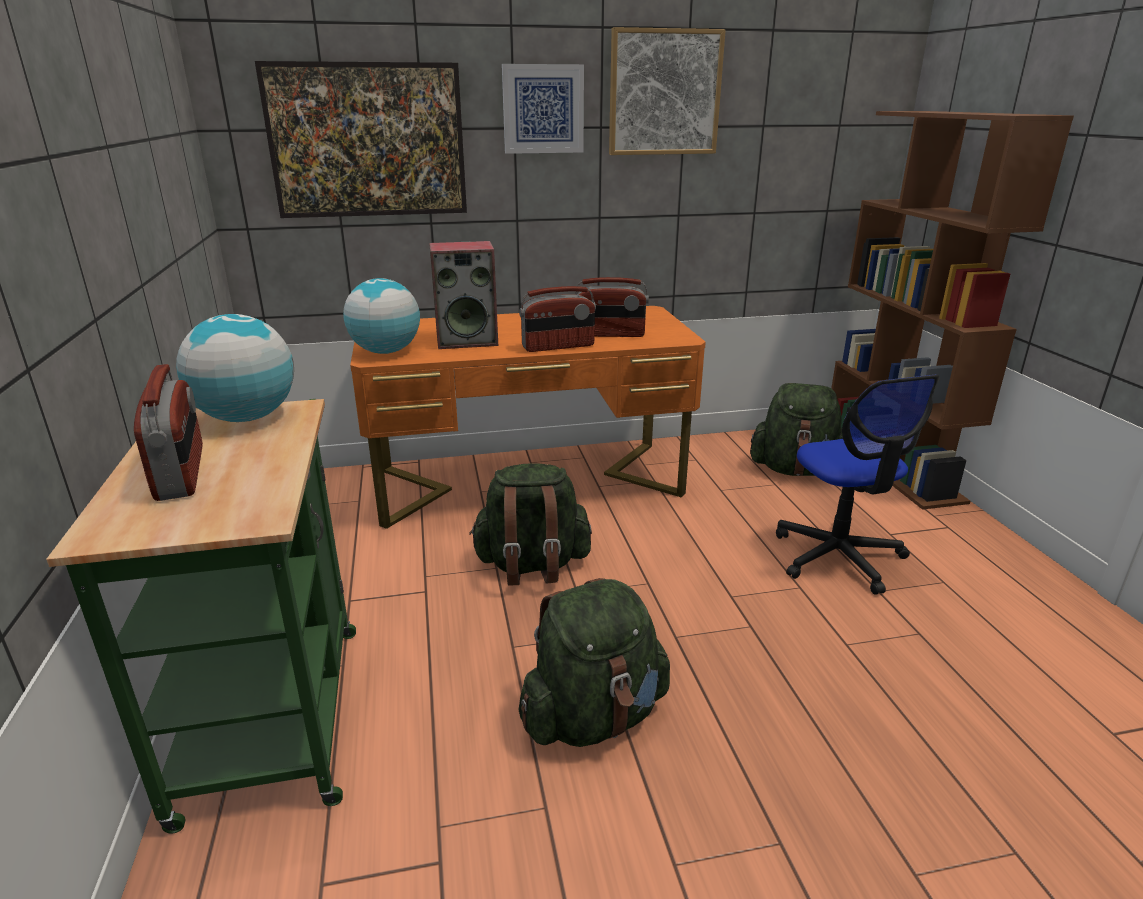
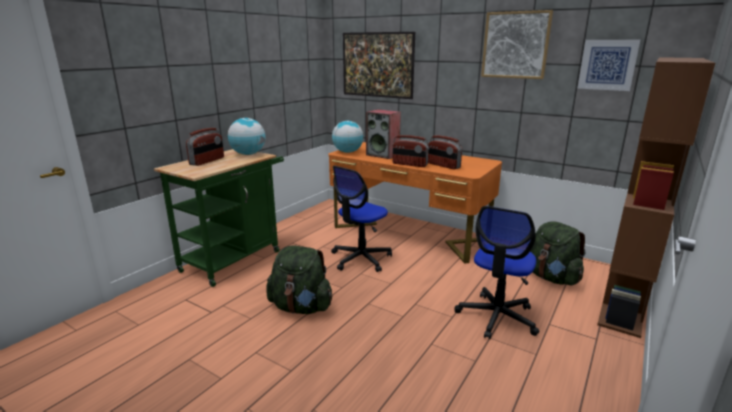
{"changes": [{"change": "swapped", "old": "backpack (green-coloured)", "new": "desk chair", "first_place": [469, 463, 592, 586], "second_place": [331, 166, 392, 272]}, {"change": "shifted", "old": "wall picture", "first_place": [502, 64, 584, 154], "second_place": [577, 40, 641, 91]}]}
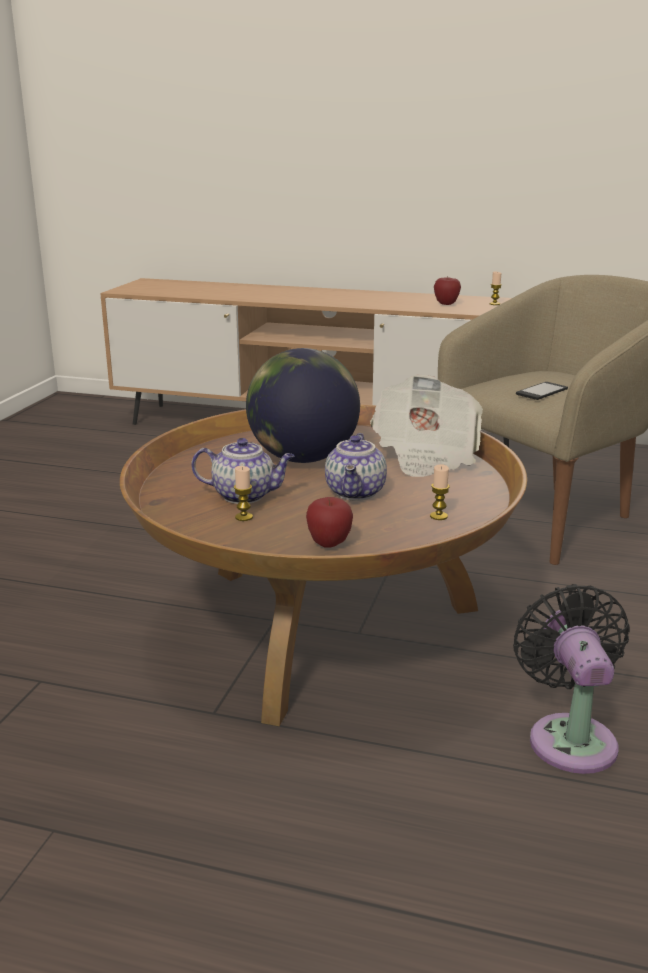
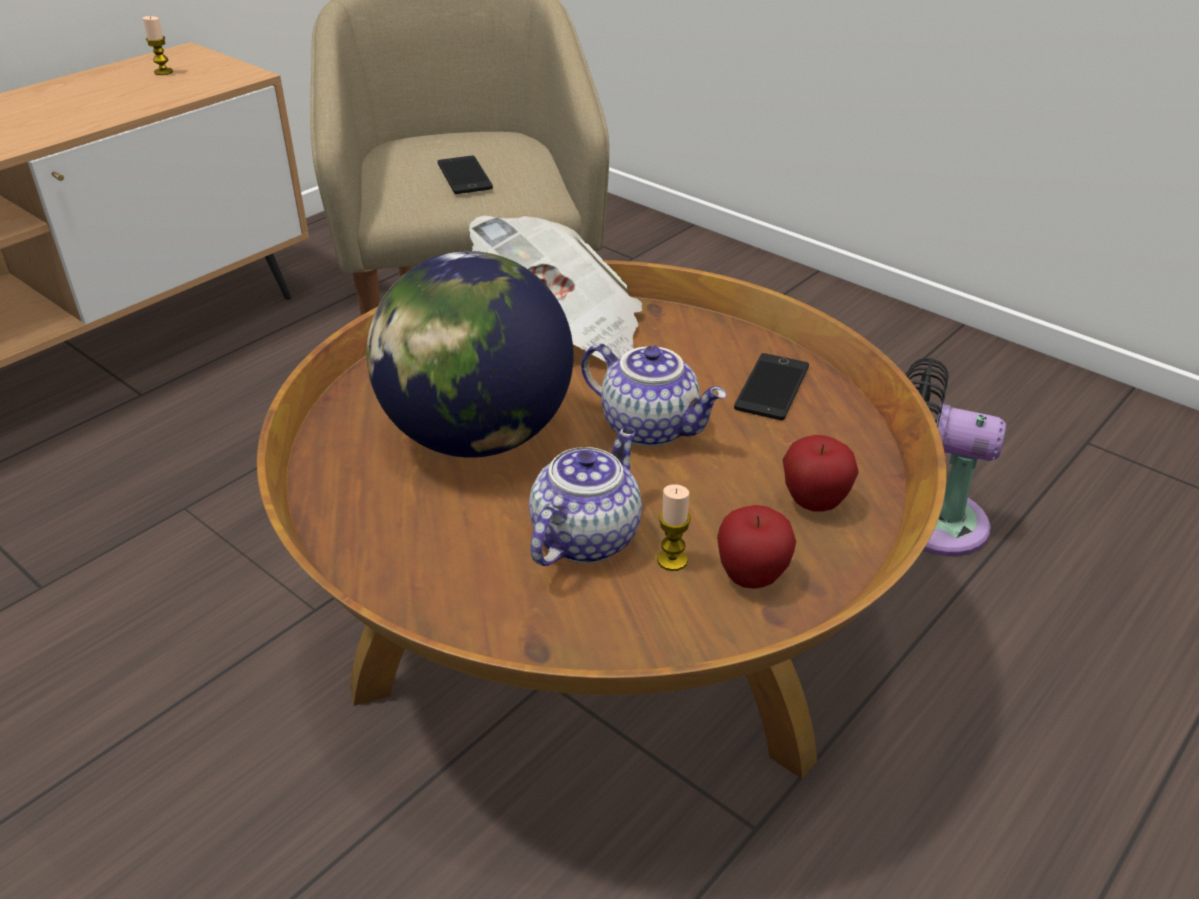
{"changes": [{"change": "shifted", "old": "apple fruit", "first_place": [434, 276, 461, 305], "second_place": [717, 505, 796, 589]}, {"change": "swapped", "old": "wax candle", "new": "handset", "first_place": [430, 464, 450, 520], "second_place": [734, 353, 809, 420]}]}
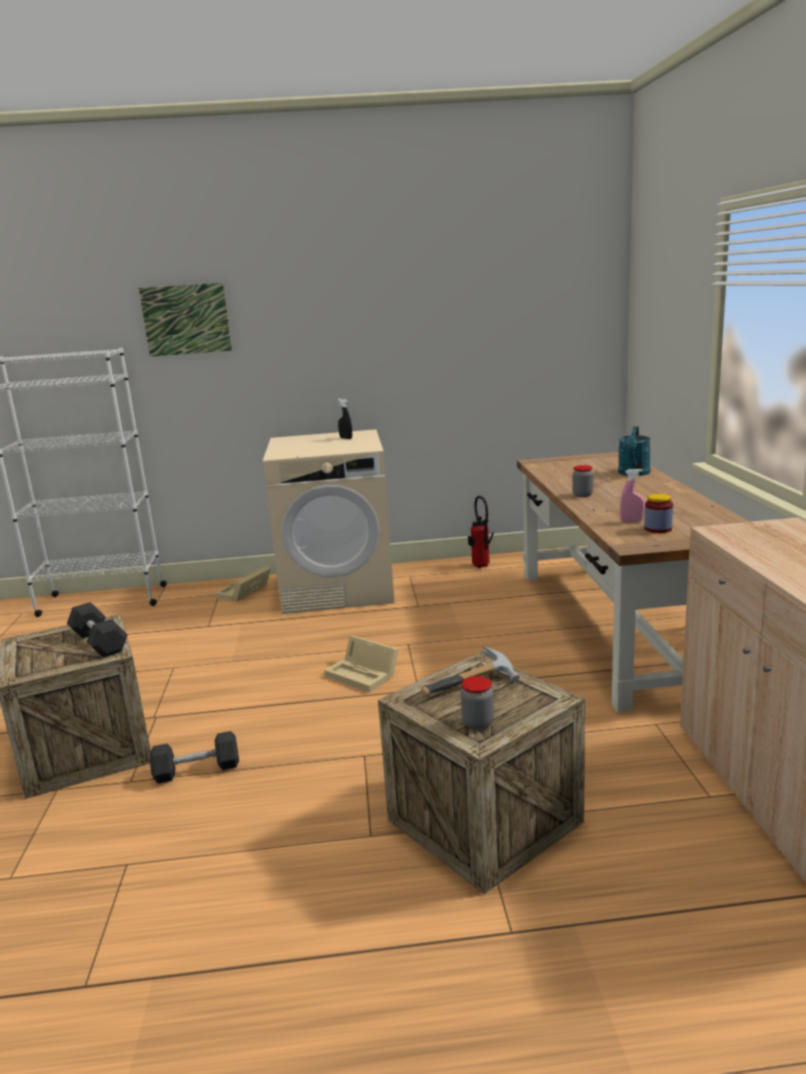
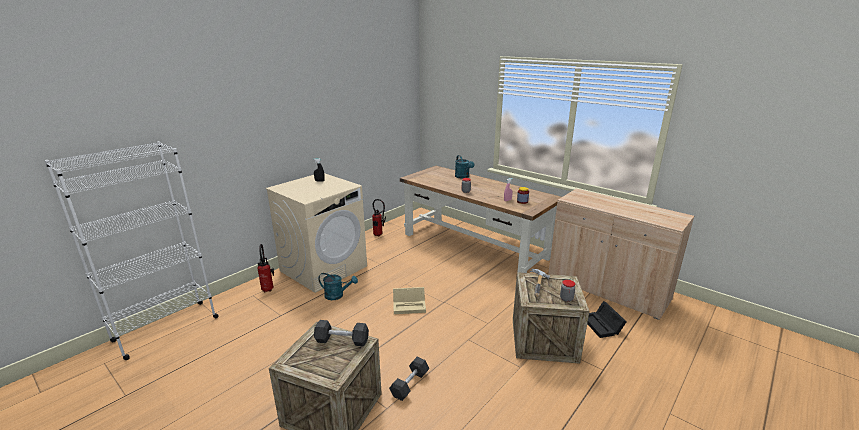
{"changes": [{"change": "swapped", "old": "storage container (sand-coloured)", "new": "fire-fighting cylinder", "first_place": [215, 566, 271, 602], "second_place": [257, 244, 274, 292]}, {"change": "new", "new": "watering can (blue-green)", "second_place": [318, 273, 358, 300]}, {"change": "new", "new": "storage container (blackish)", "second_place": [587, 301, 626, 338]}, {"change": "gone", "old": "wall picture", "first_place": [139, 283, 232, 357]}]}
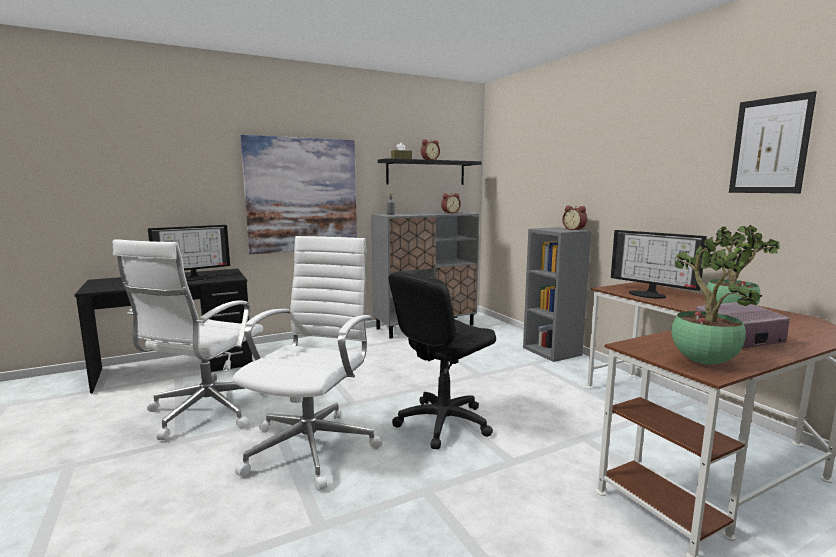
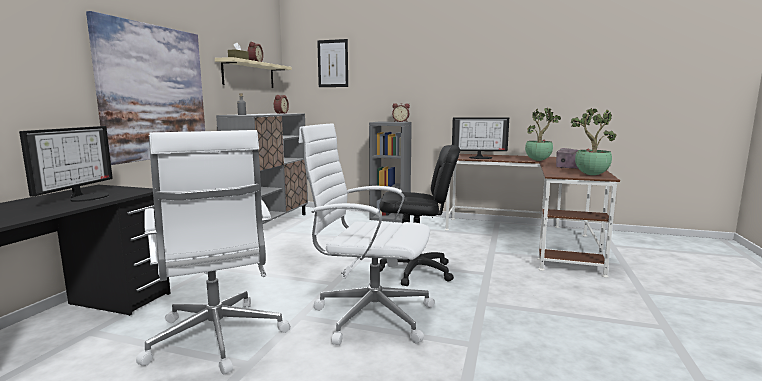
{"changes": [{"change": "repainted", "old": "bracket shelf (blackish)", "new": "bracket shelf (sand-coloured)", "first_place": [378, 158, 481, 185], "second_place": [215, 57, 292, 88]}, {"change": "rotated", "old": "desk chair (white-coloured)", "first_place": [233, 236, 382, 491], "second_place": [299, 123, 435, 345], "degrees": -45}, {"change": "shifted", "old": "wall picture", "first_place": [729, 91, 817, 193], "second_place": [317, 39, 348, 87]}, {"change": "rotated", "old": "desk chair (blackish)", "first_place": [388, 272, 496, 449], "second_place": [379, 145, 460, 286], "degrees": -90}]}
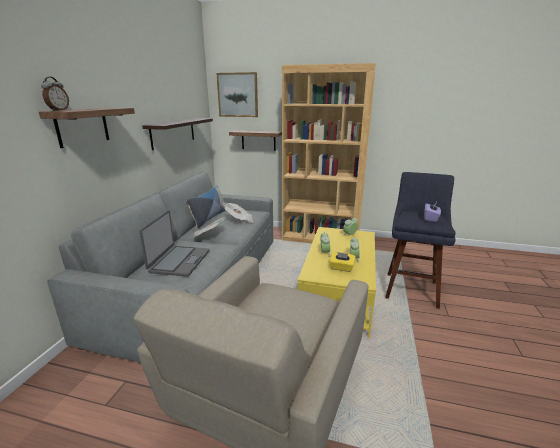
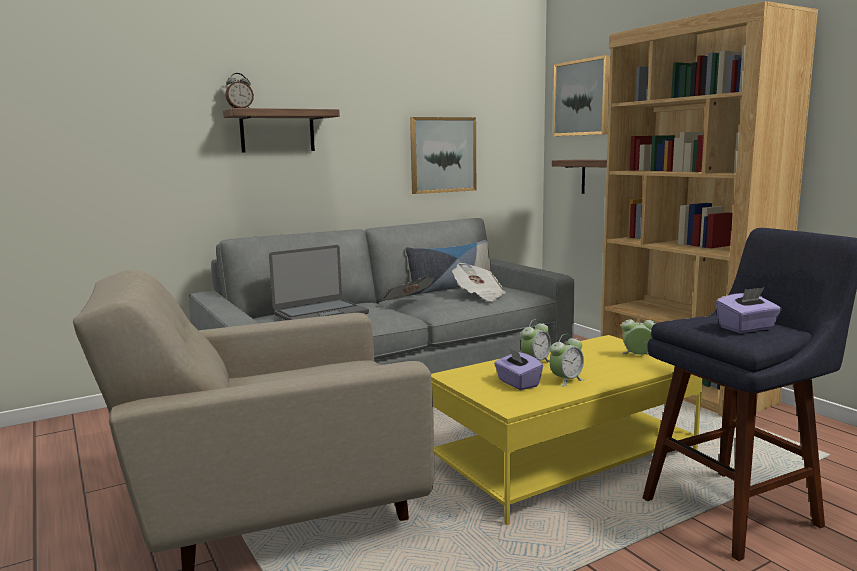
{"changes": [{"change": "swapped", "old": "bracket shelf", "new": "wall picture", "first_place": [142, 118, 213, 150], "second_place": [410, 117, 476, 194]}, {"change": "repainted", "old": "box of tissues (yellow)", "new": "box of tissues (purple-coloured)", "first_place": [330, 252, 356, 272], "second_place": [494, 347, 543, 390]}]}
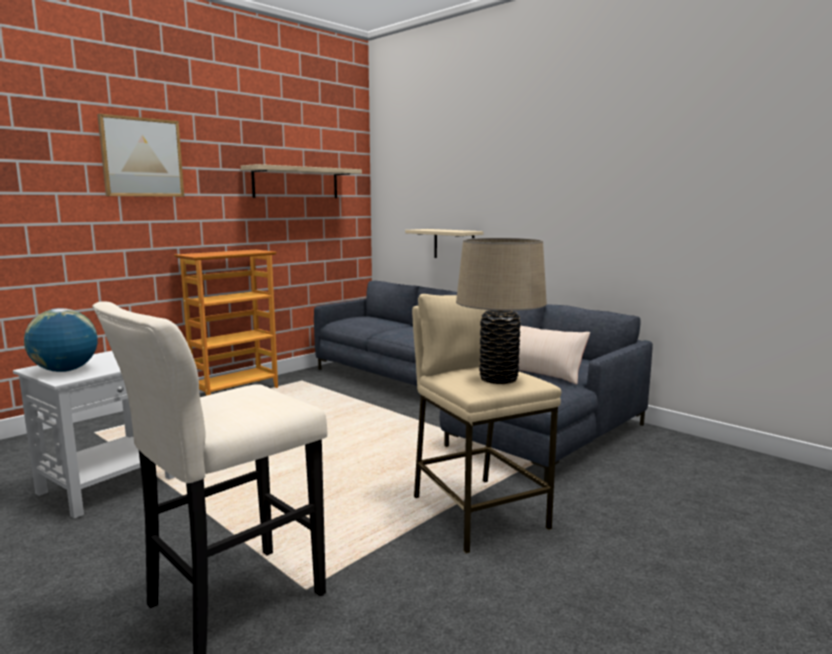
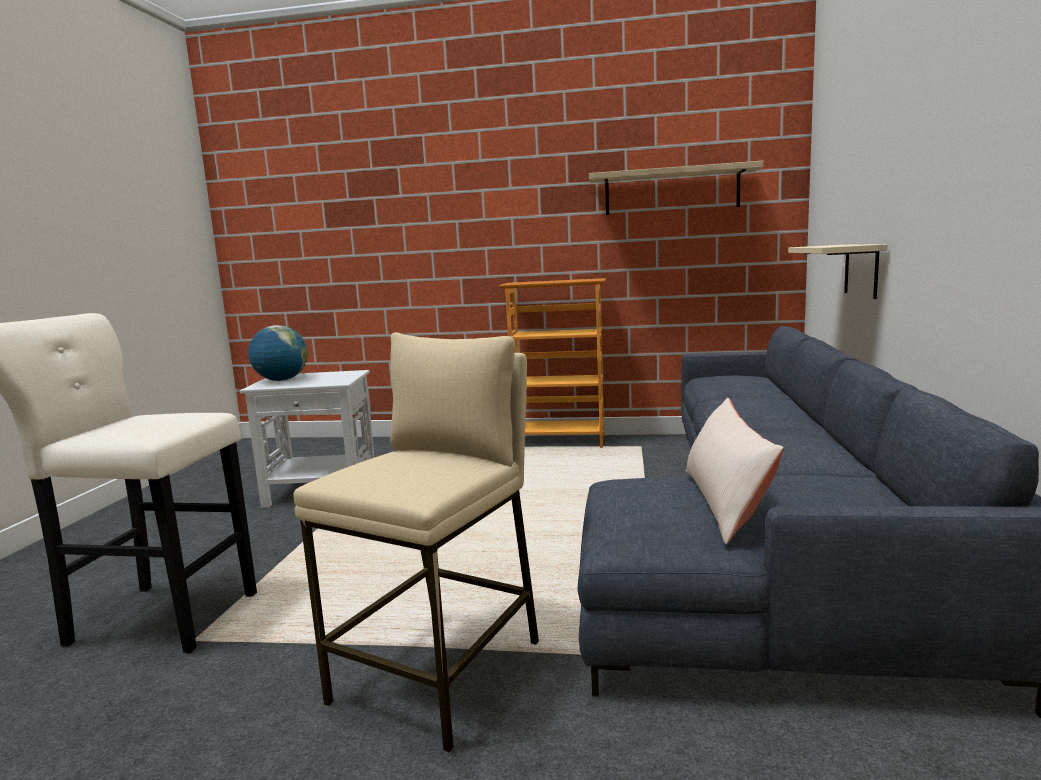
{"changes": [{"change": "gone", "old": "wall picture", "first_place": [97, 114, 184, 197]}, {"change": "gone", "old": "table lamp (sand-coloured)", "first_place": [456, 238, 547, 384]}]}
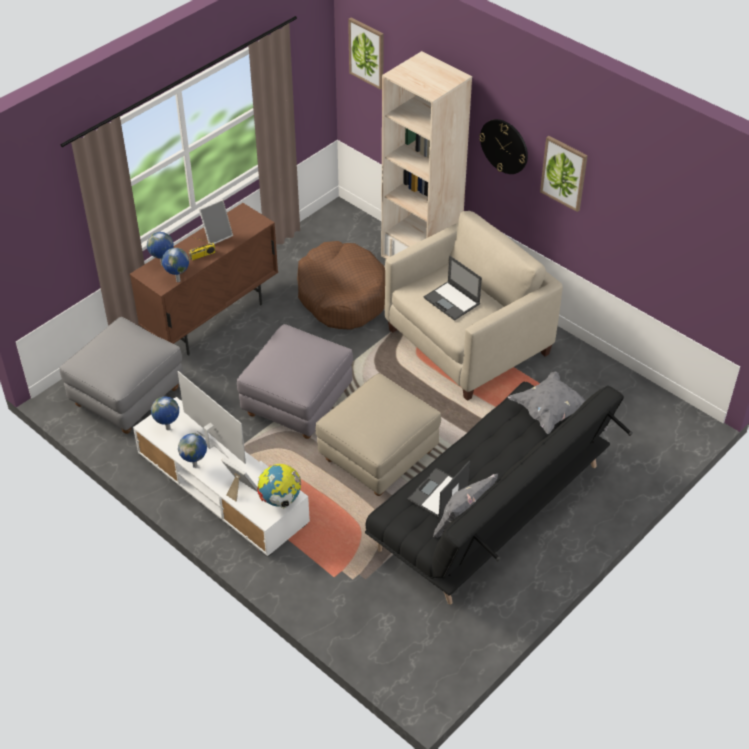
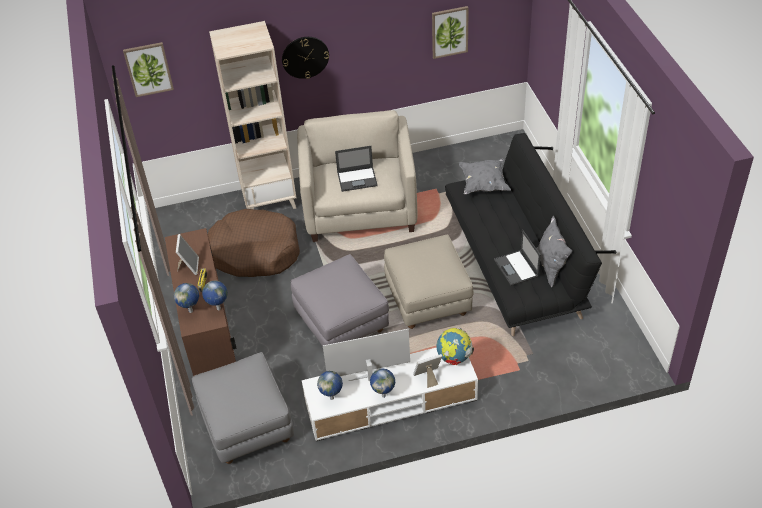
{"changes": [{"change": "shifted", "old": "wall picture", "first_place": [540, 136, 588, 212], "second_place": [432, 6, 469, 59]}]}
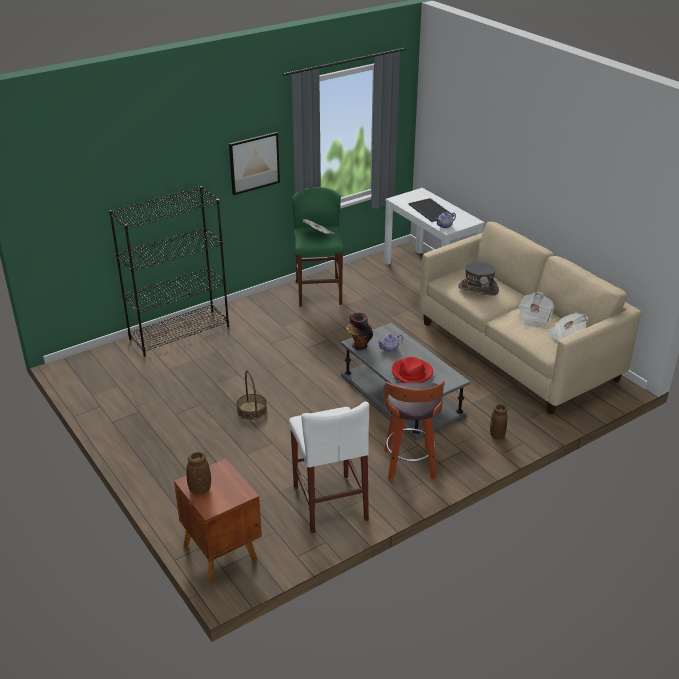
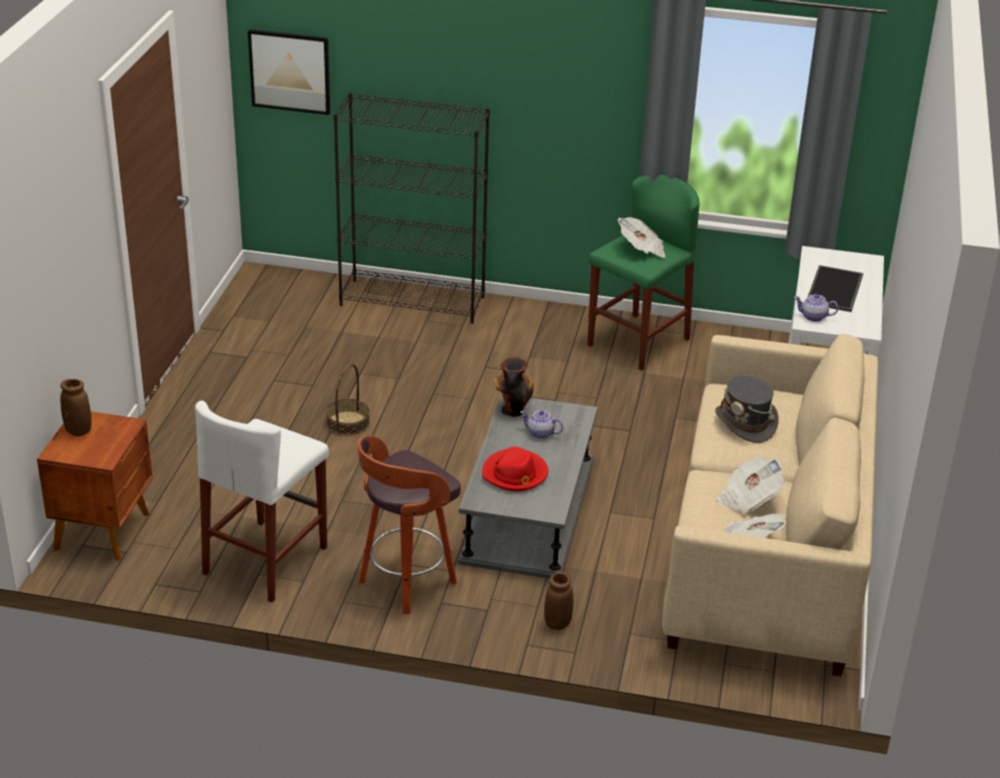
{"changes": [{"change": "shifted", "old": "wall picture", "first_place": [229, 132, 280, 195], "second_place": [248, 29, 330, 115]}]}
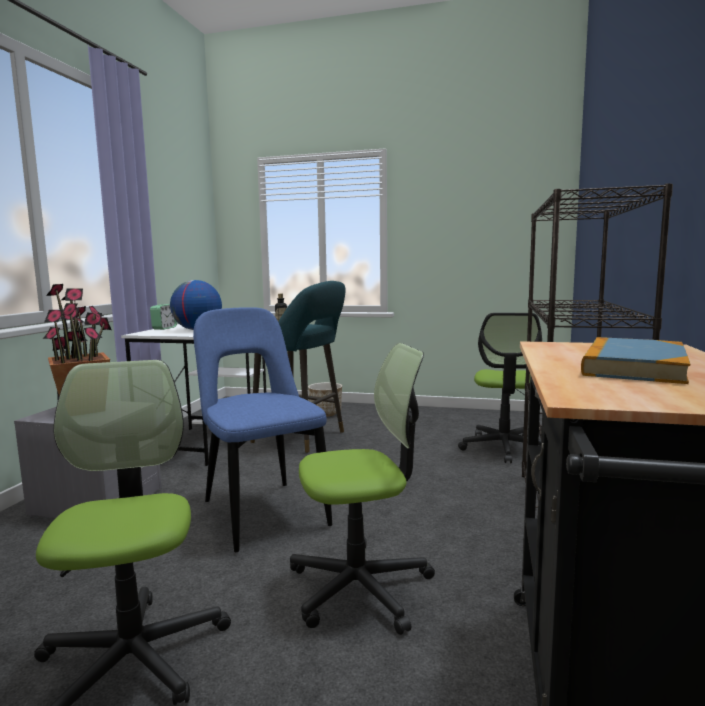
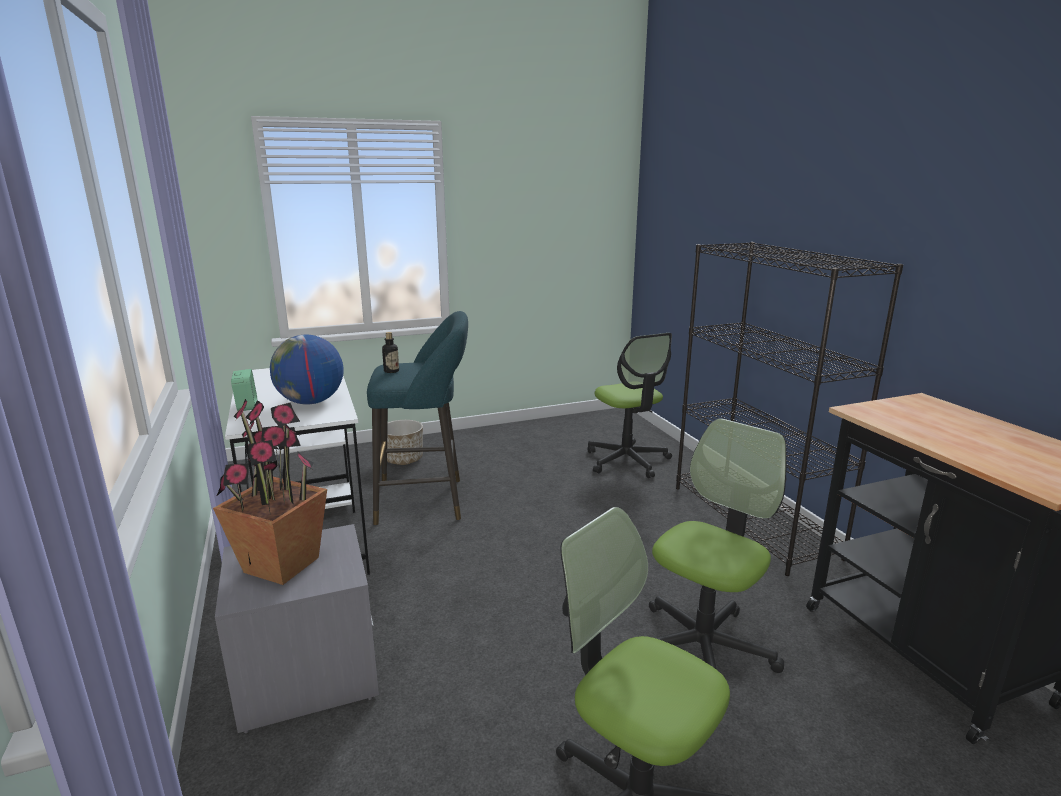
{"changes": [{"change": "gone", "old": "upright chair (bluish)", "first_place": [193, 307, 332, 552]}, {"change": "gone", "old": "book", "first_place": [581, 337, 690, 384]}]}
